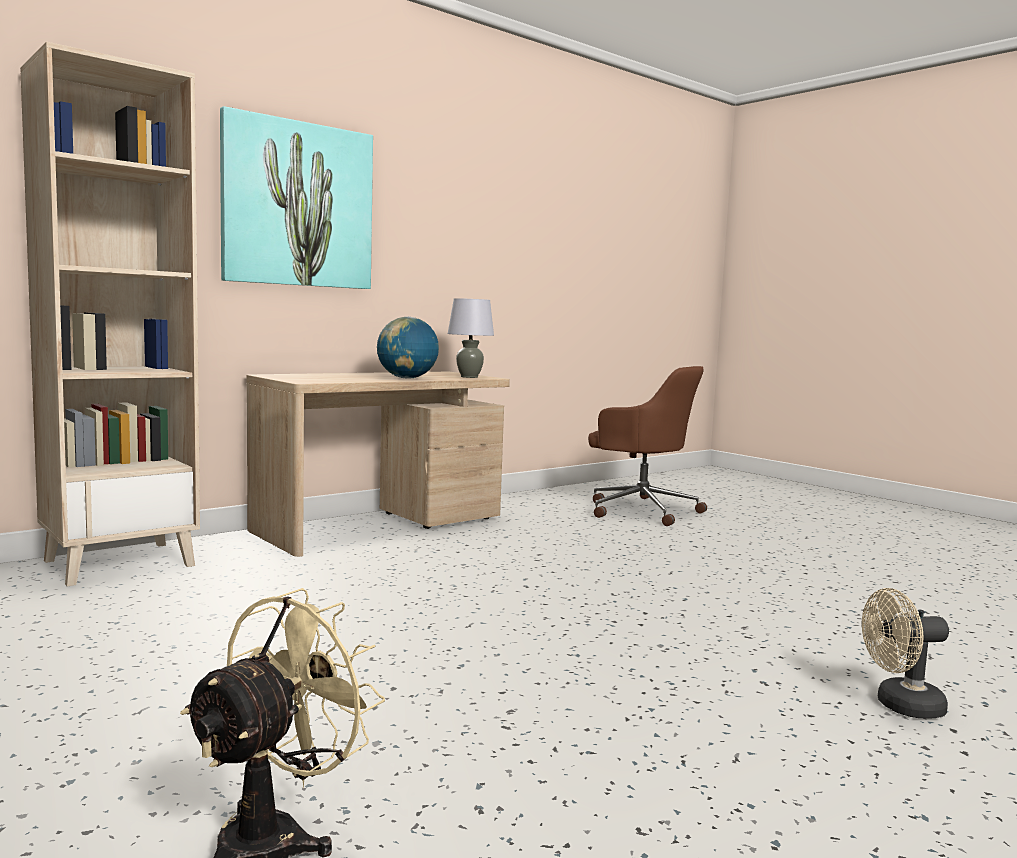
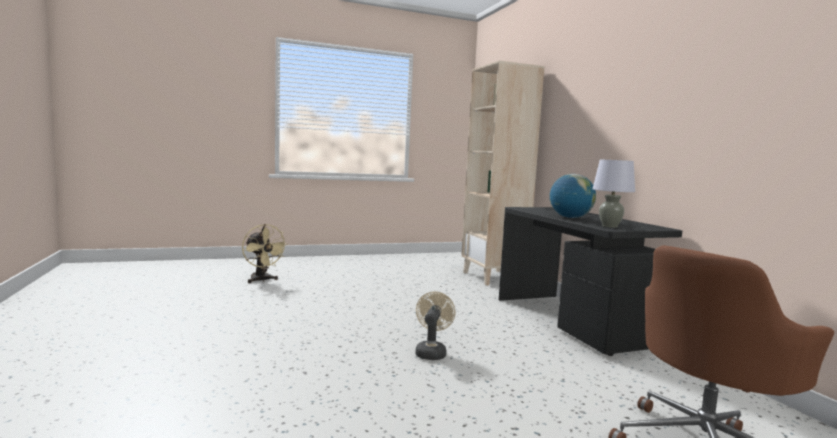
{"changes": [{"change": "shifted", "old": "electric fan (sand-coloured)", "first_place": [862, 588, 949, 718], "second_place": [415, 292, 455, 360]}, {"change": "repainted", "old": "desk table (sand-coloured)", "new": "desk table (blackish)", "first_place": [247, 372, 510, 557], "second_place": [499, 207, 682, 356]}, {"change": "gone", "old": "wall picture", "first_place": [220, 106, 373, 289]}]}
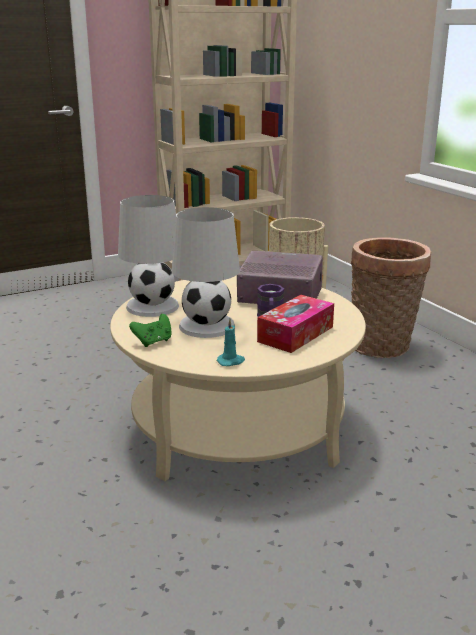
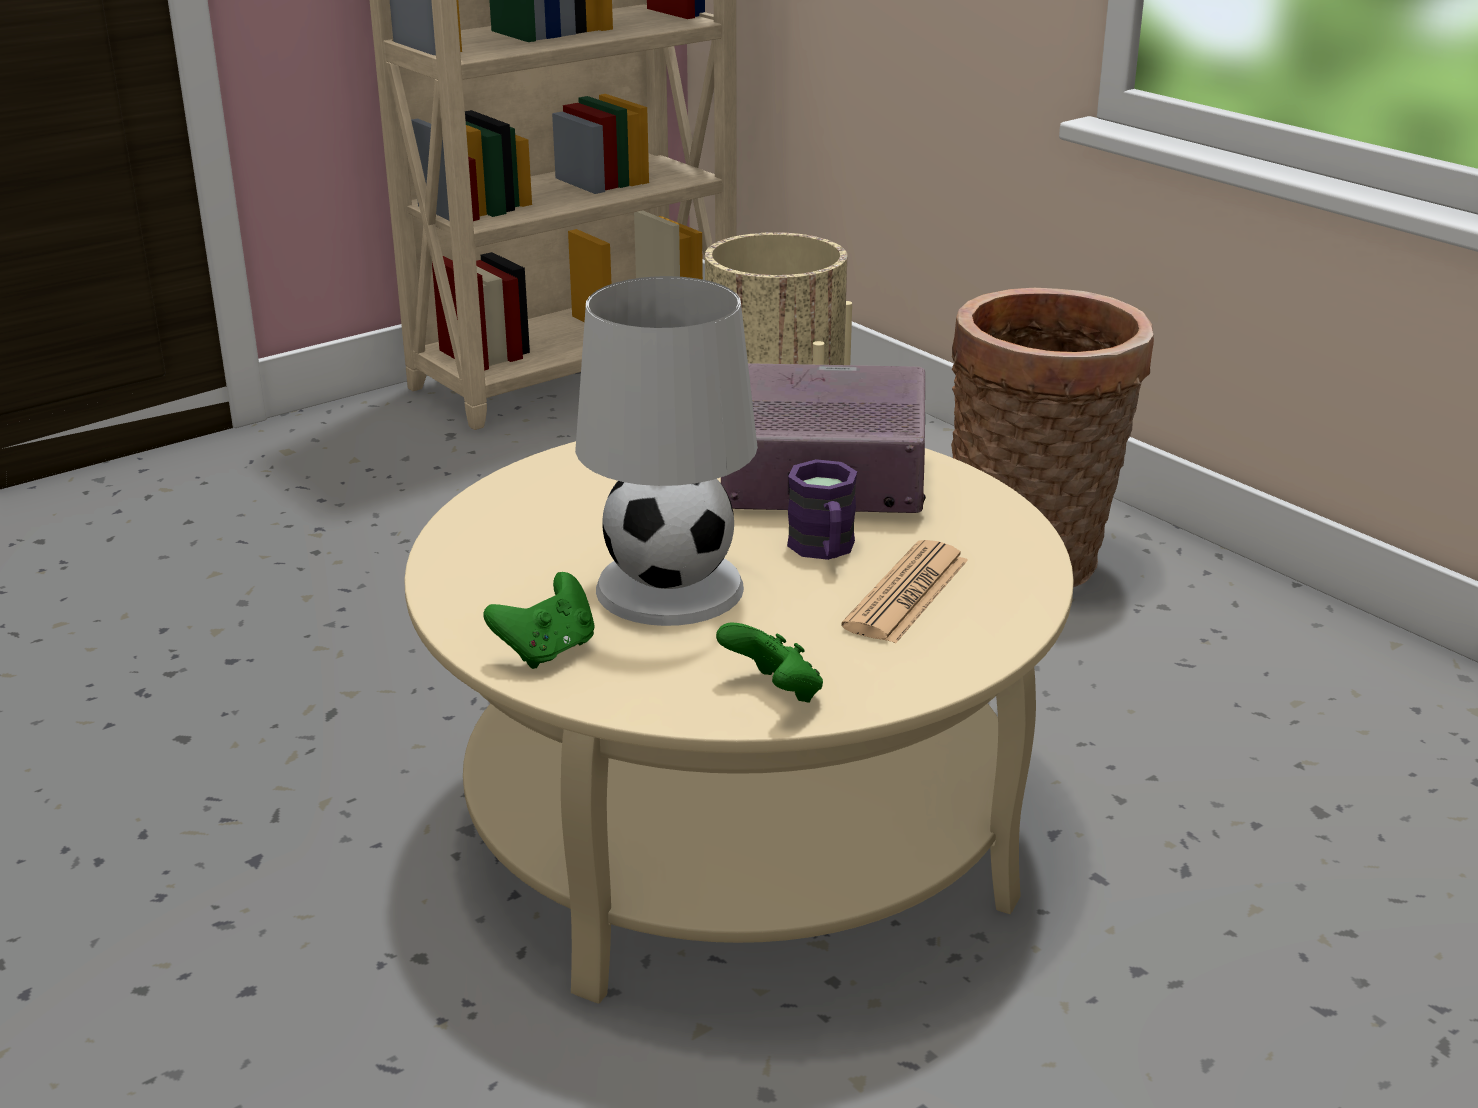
{"changes": [{"change": "swapped", "old": "wax candle (blue-green)", "new": "game controller (green-coloured)", "first_place": [217, 319, 245, 366], "second_place": [716, 623, 823, 703]}, {"change": "swapped", "old": "box of tissues", "new": "printed paper", "first_place": [257, 295, 334, 353], "second_place": [841, 540, 968, 644]}, {"change": "gone", "old": "table lamp (white-coloured)", "first_place": [118, 195, 179, 317]}]}
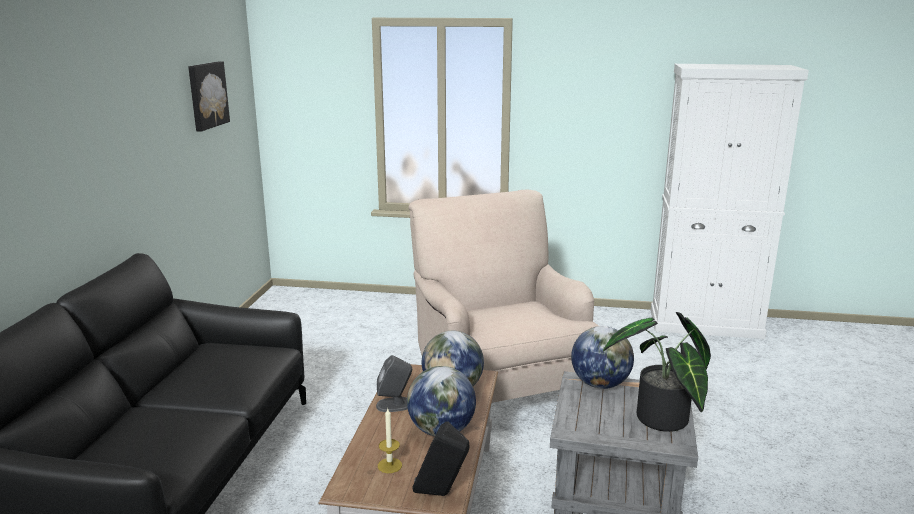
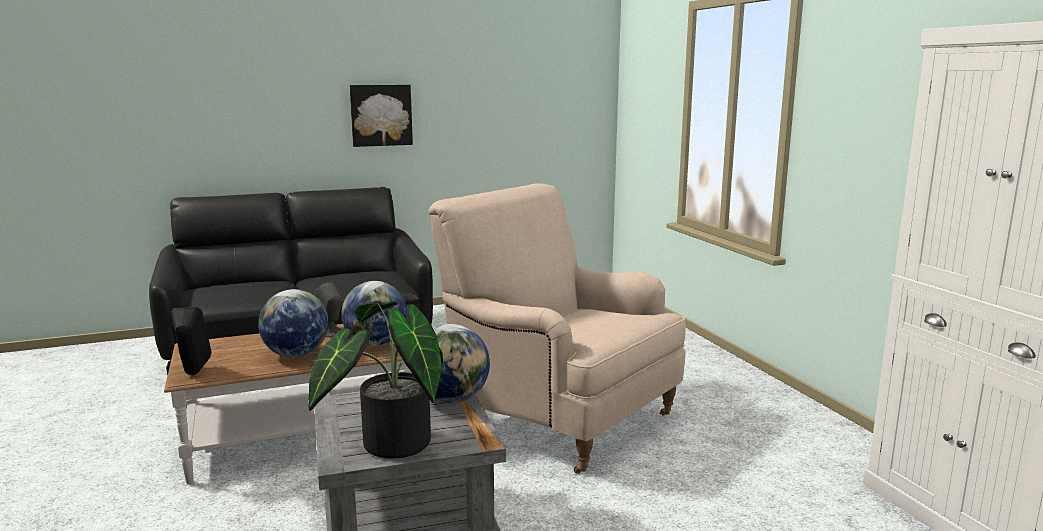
{"changes": [{"change": "shifted", "old": "wall picture", "first_place": [188, 61, 230, 132], "second_place": [350, 85, 413, 147]}, {"change": "rotated", "old": "armchair (sand-coloured)", "first_place": [408, 189, 599, 403], "second_place": [429, 183, 686, 474], "degrees": -90}, {"change": "gone", "old": "wax candle", "first_place": [378, 409, 402, 473]}]}
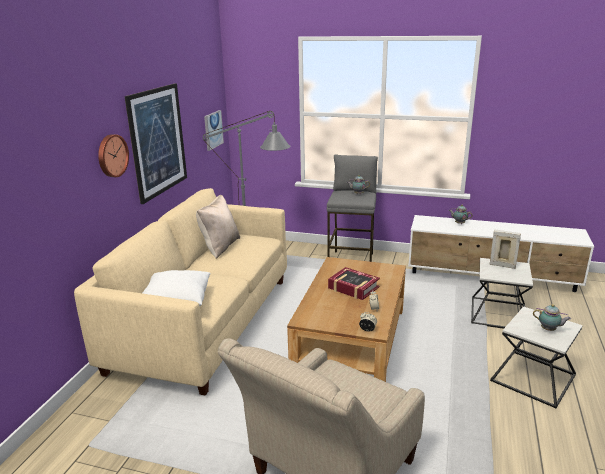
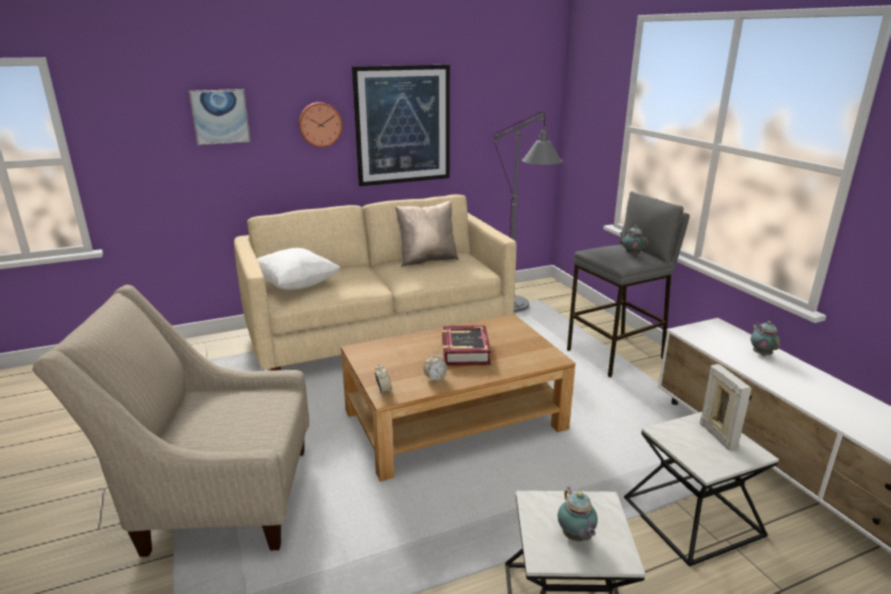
{"changes": [{"change": "shifted", "old": "wall picture", "first_place": [204, 110, 224, 151], "second_place": [189, 89, 251, 145]}]}
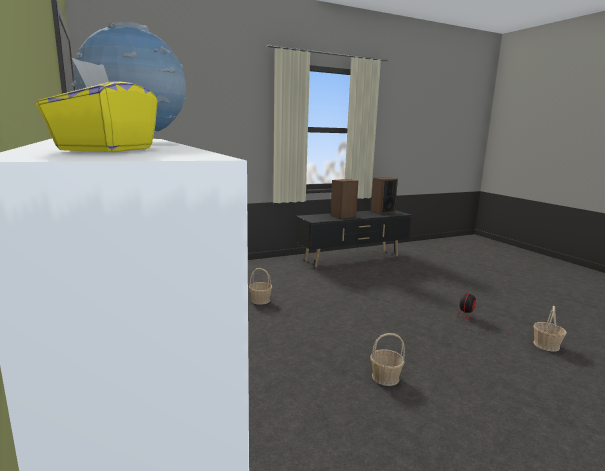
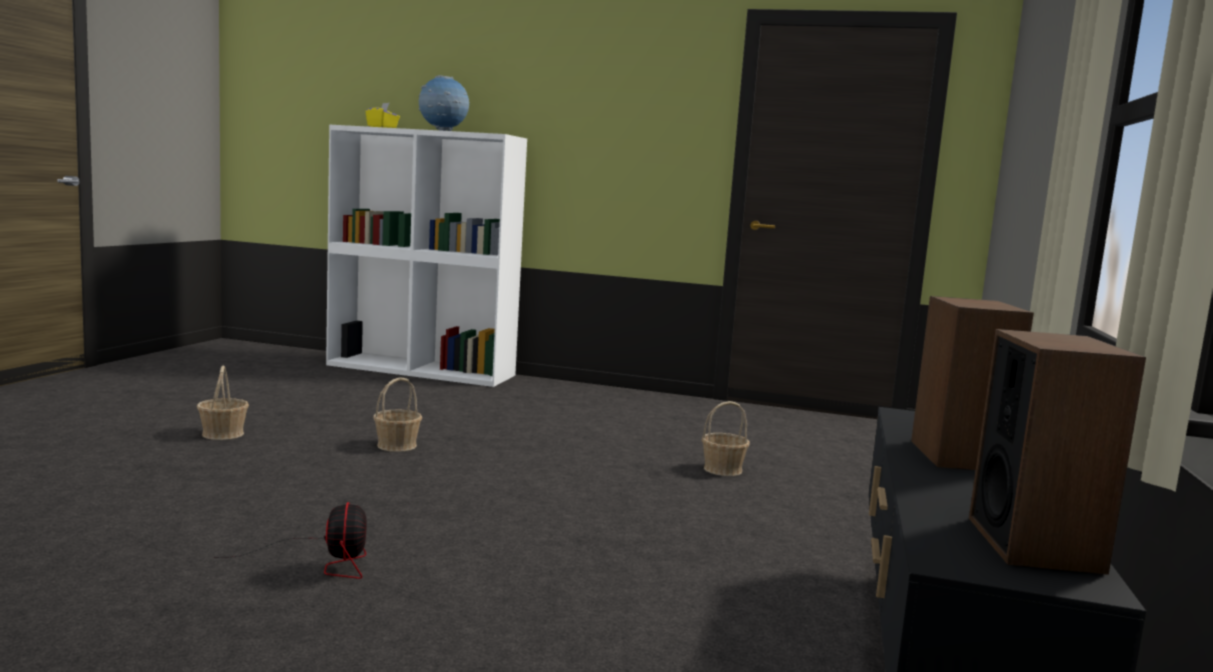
{"changes": [{"change": "shifted", "old": "storage basket", "first_place": [533, 306, 567, 351], "second_place": [197, 366, 249, 440]}]}
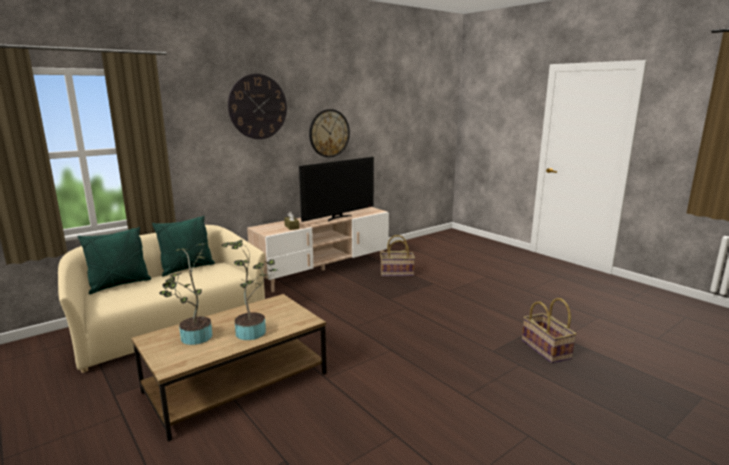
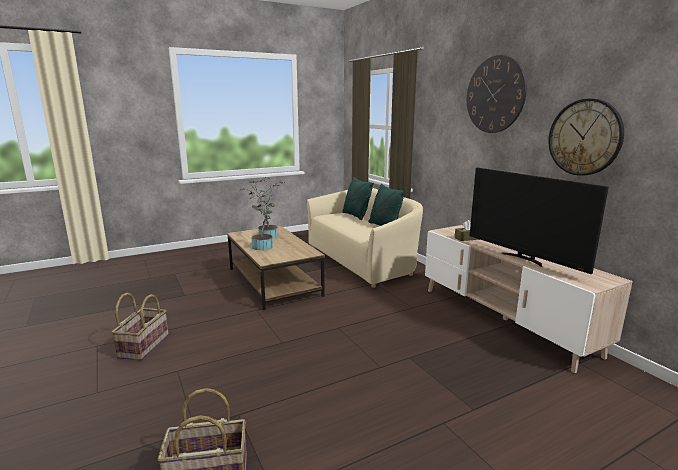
{"changes": [{"change": "shifted", "old": "storage basket", "first_place": [380, 235, 415, 276], "second_place": [112, 293, 169, 361]}]}
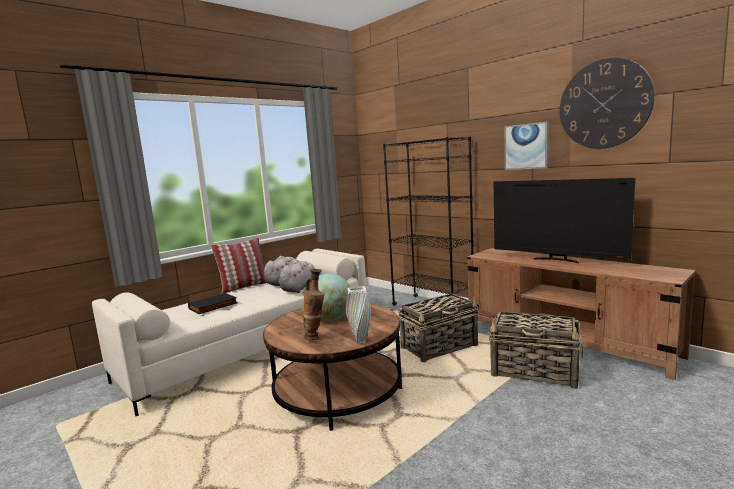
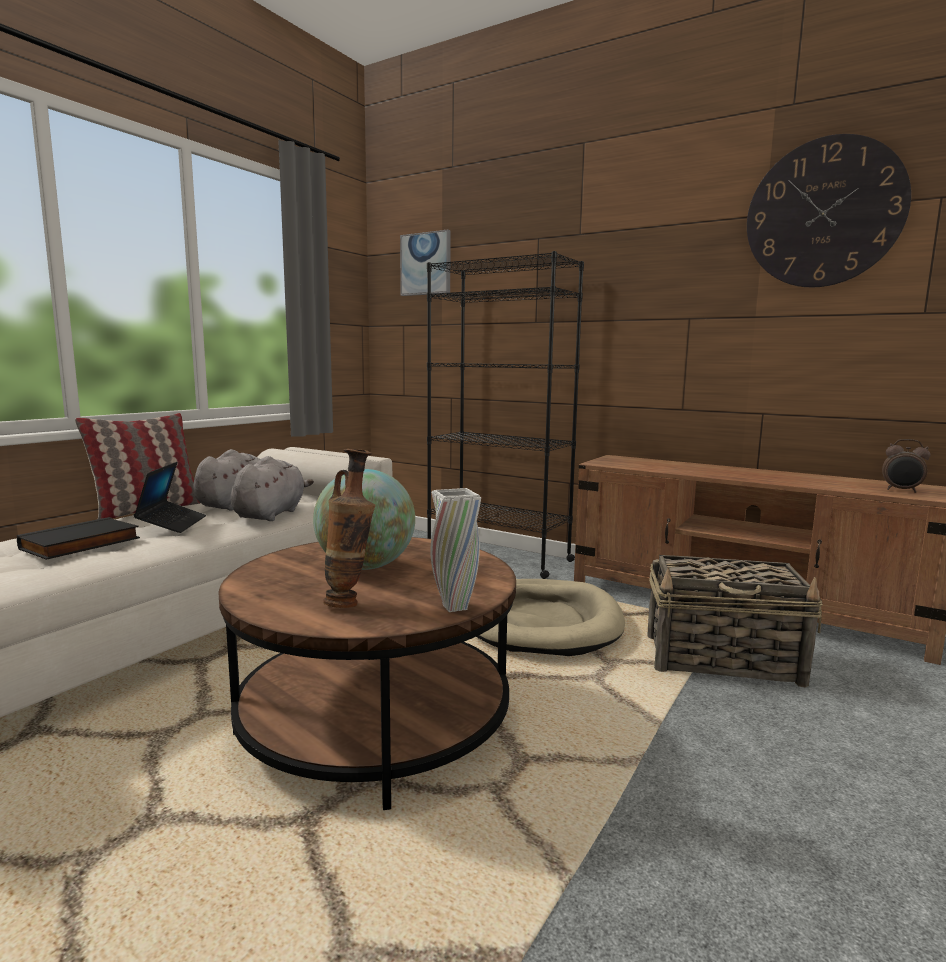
{"changes": [{"change": "new", "new": "laptop", "second_place": [133, 462, 206, 533]}, {"change": "shifted", "old": "wall picture", "first_place": [505, 122, 548, 170], "second_place": [400, 230, 451, 296]}, {"change": "swapped", "old": "storage basket", "new": "dog bed (sand-coloured)", "first_place": [398, 293, 479, 362], "second_place": [476, 579, 625, 656]}, {"change": "new", "new": "bedside clock", "second_place": [882, 439, 931, 493]}, {"change": "gone", "old": "television", "first_place": [494, 178, 635, 263]}]}
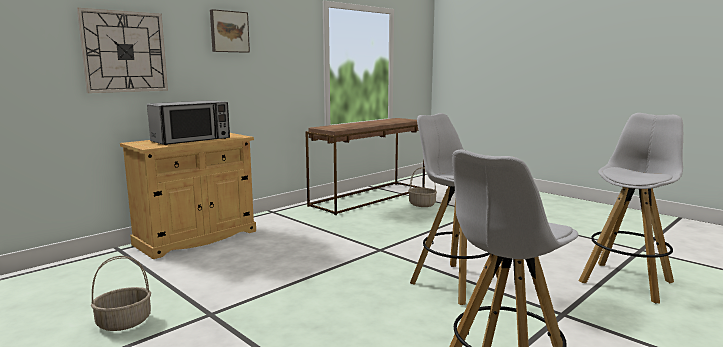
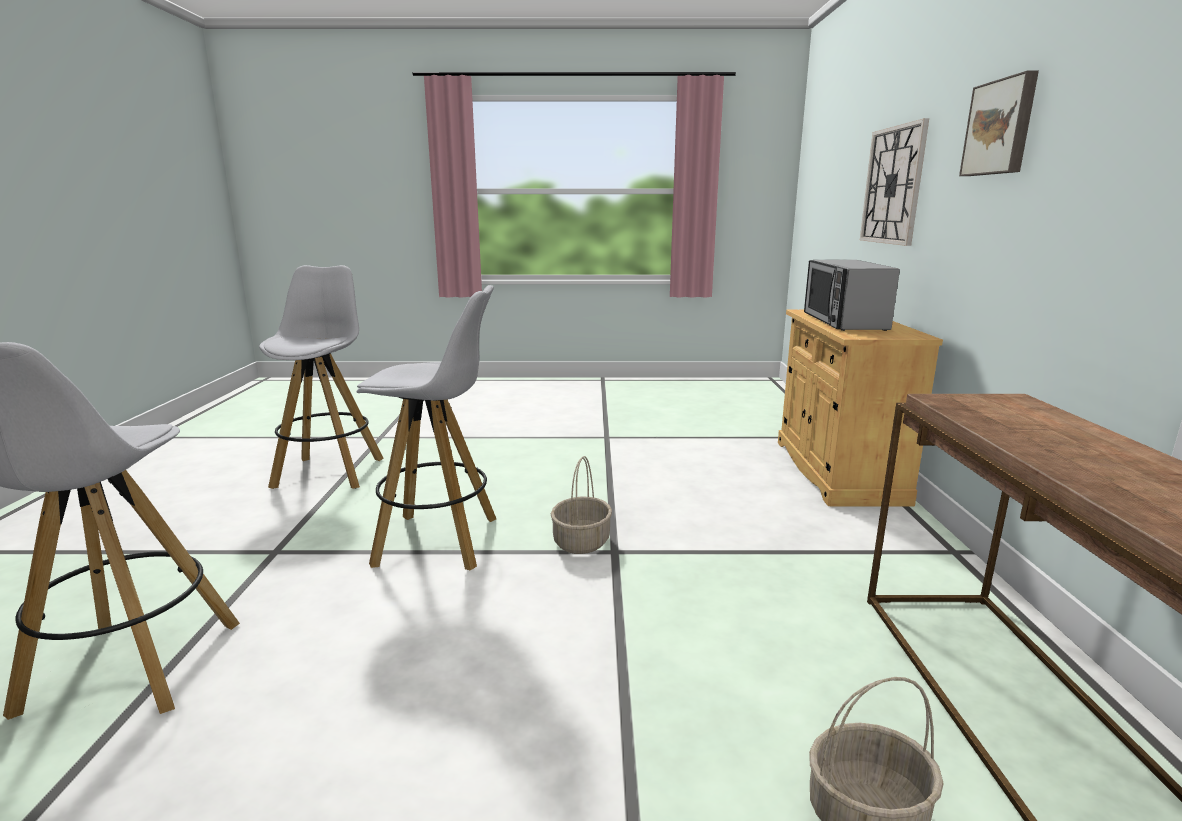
{"changes": [{"change": "shifted", "old": "storage basket", "first_place": [91, 256, 151, 331], "second_place": [551, 456, 612, 554]}]}
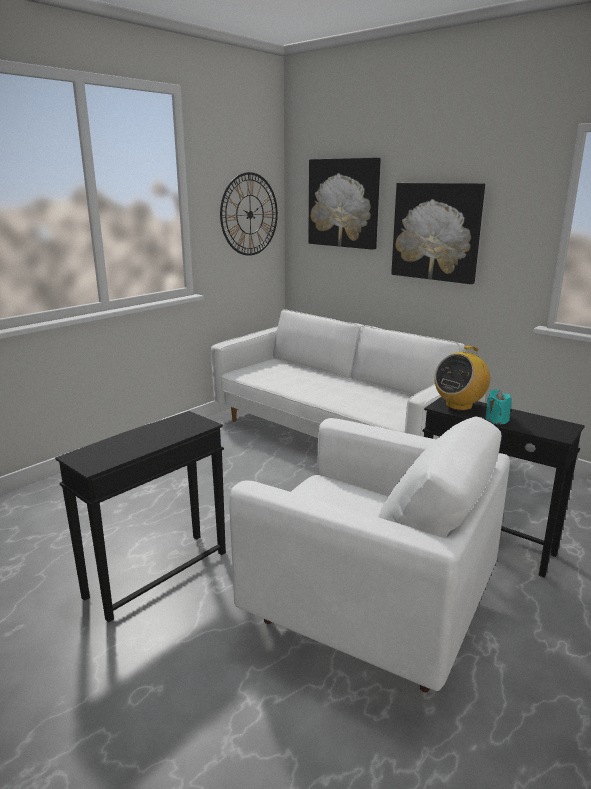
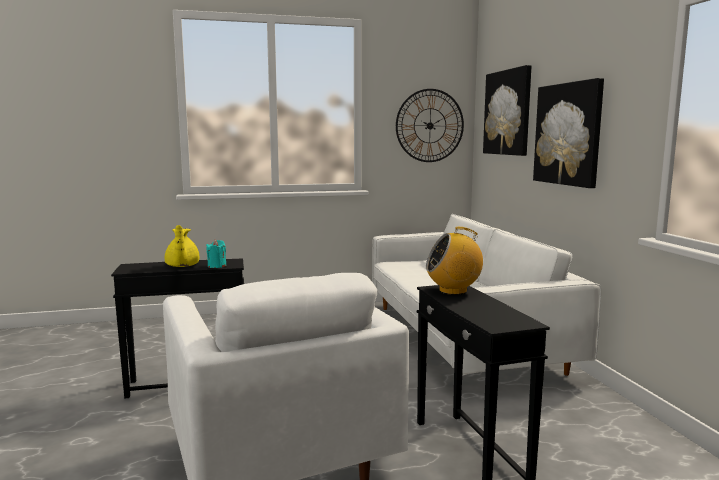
{"changes": [{"change": "new", "new": "teapot (yellow)", "second_place": [165, 225, 199, 267]}, {"change": "shifted", "old": "wax candle (blue-green)", "first_place": [486, 389, 512, 425], "second_place": [206, 240, 226, 268]}]}
